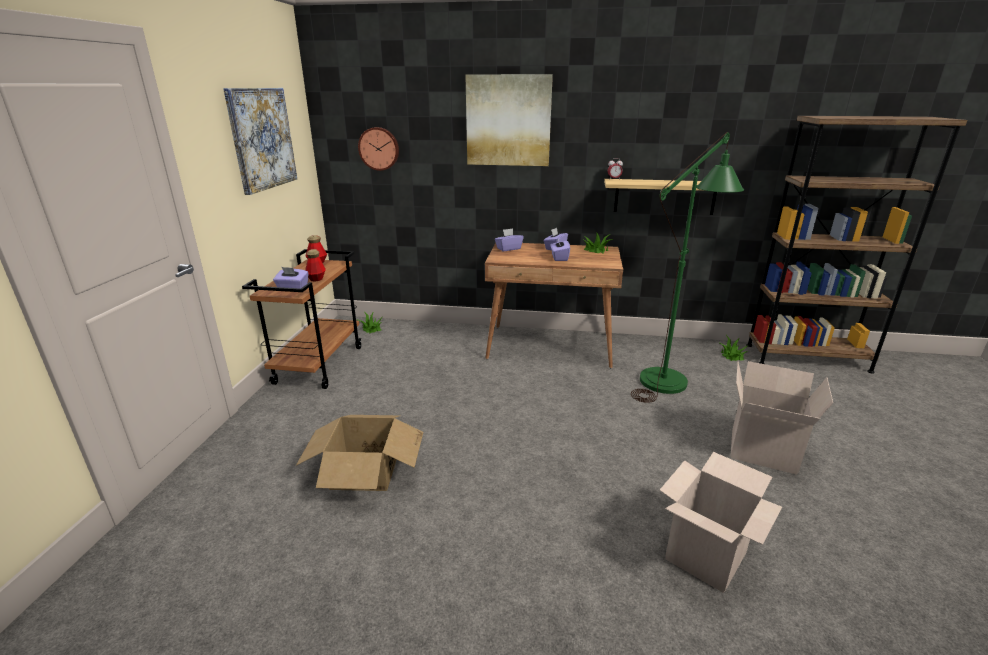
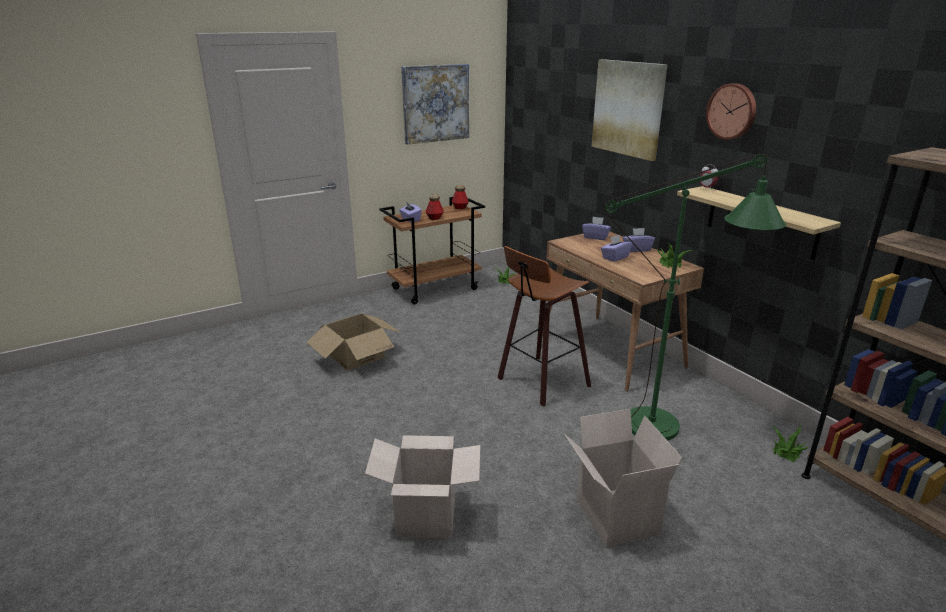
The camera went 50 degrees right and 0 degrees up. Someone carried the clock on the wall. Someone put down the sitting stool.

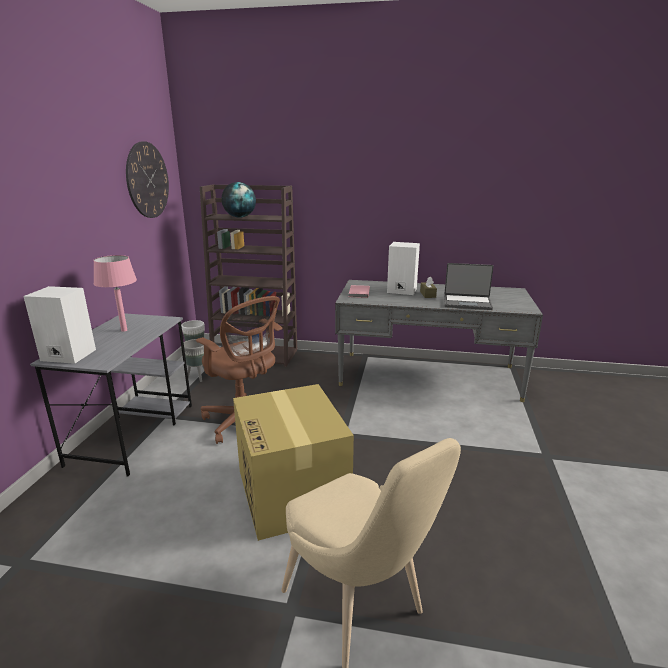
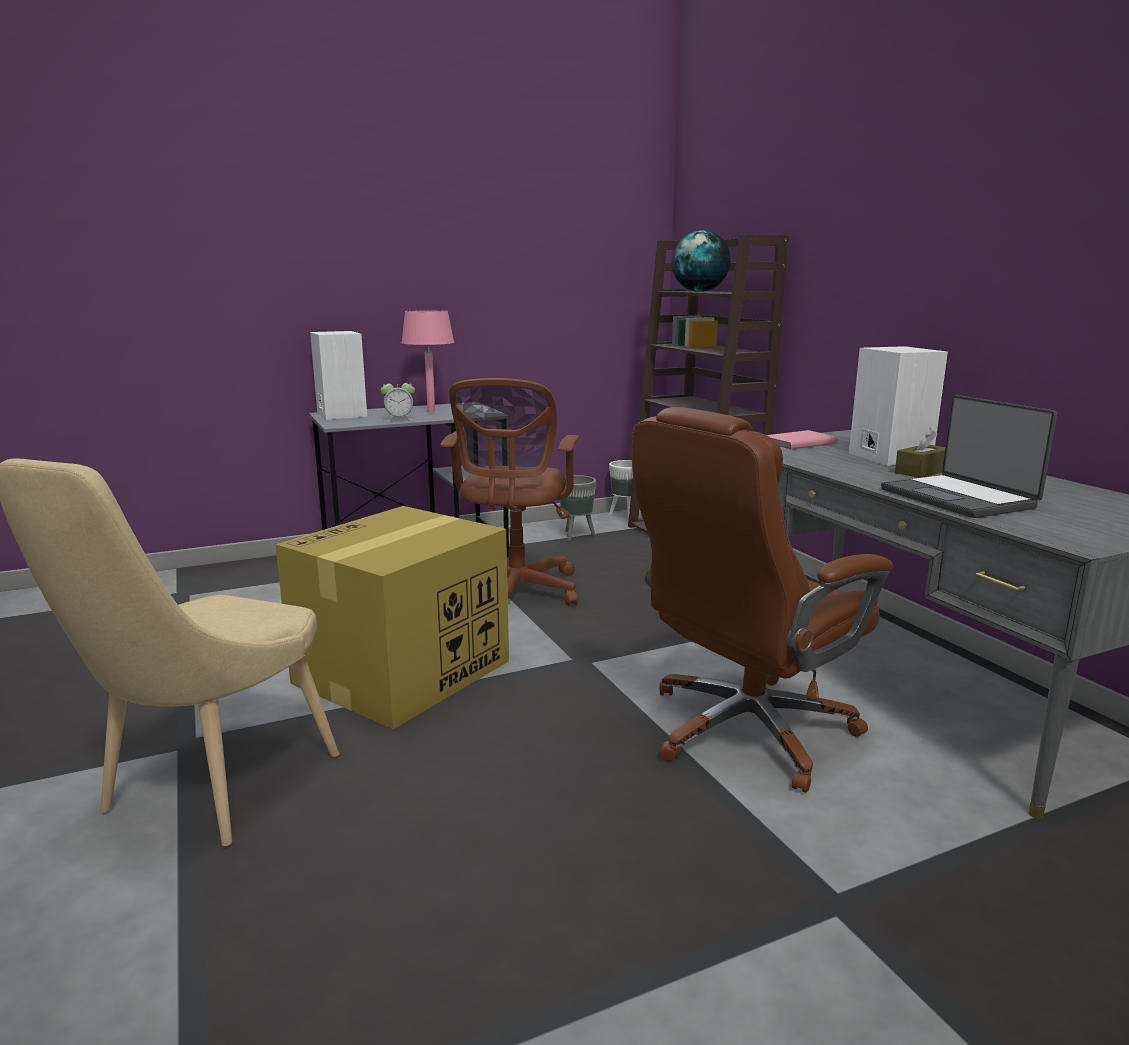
The camera went 55 degrees right and 5 degrees down. Someone took away the clock on the wall. Someone put down the bedside clock. Someone put down the brown computer chair (2nd from left).

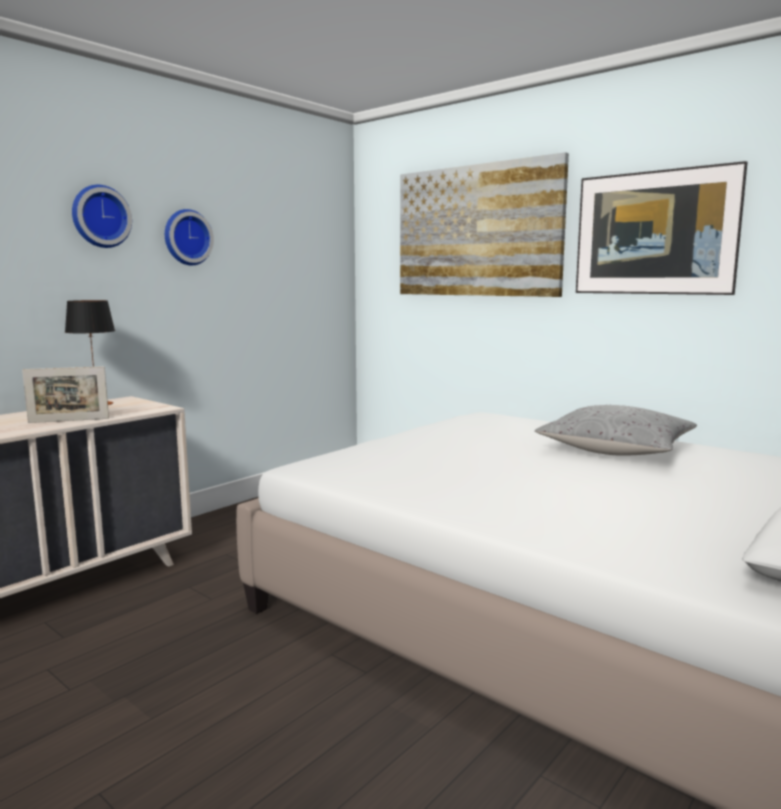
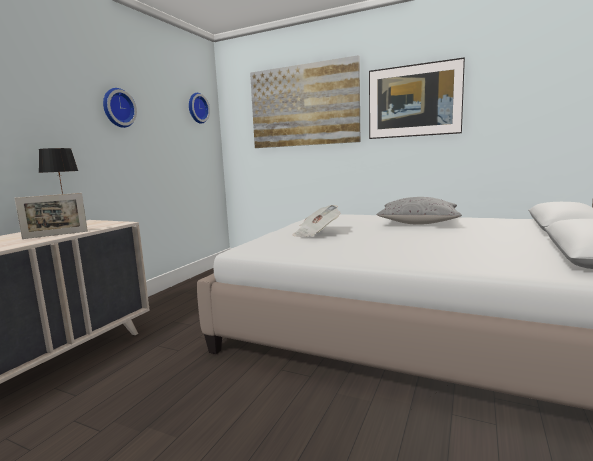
The camera went 15 degrees left and 0 degrees up. Someone carried the clock on the wall (1st from left in the first image). Someone put down the daily paper.

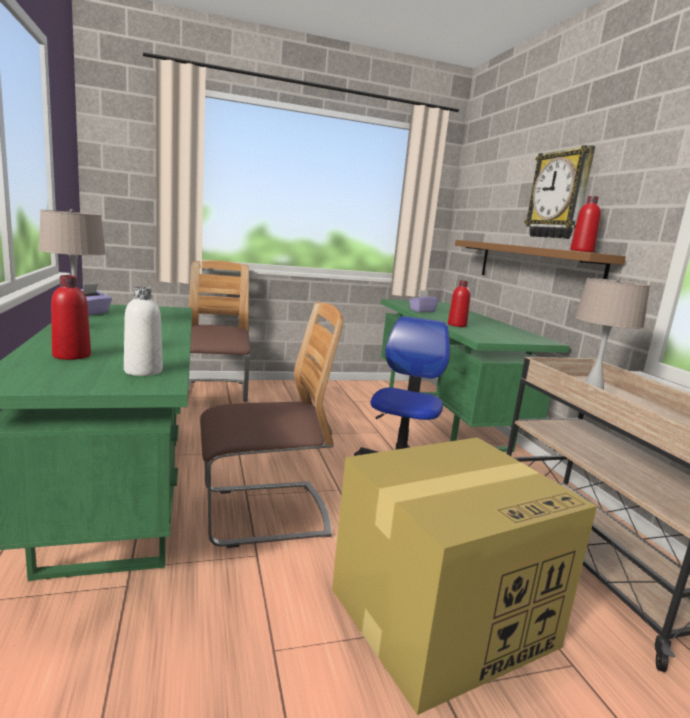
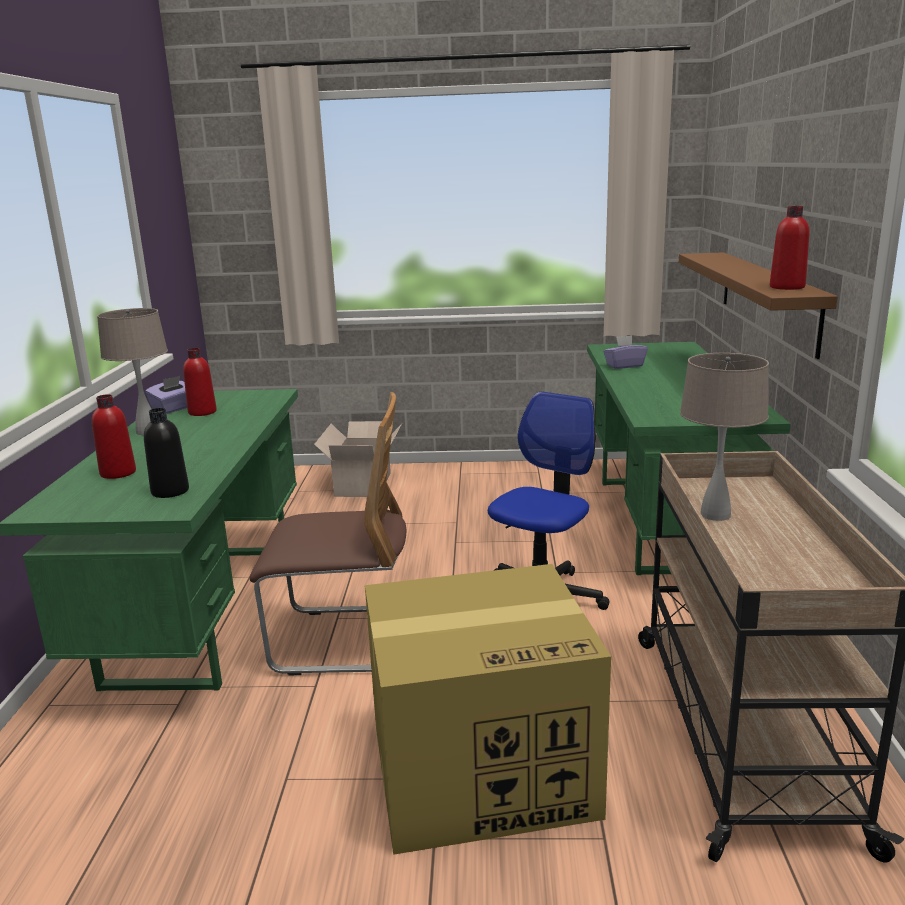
The camera went 20 degrees right and 5 degrees up. Someone took away the clock on the wall. Someone swapped the chair (1st from left) for the cardboard box (1st from left). Someone carried the red-coloured drink bottle (2nd from left). Someone repainted the white-coloured drink bottle, which became the black-coloured drink bottle.

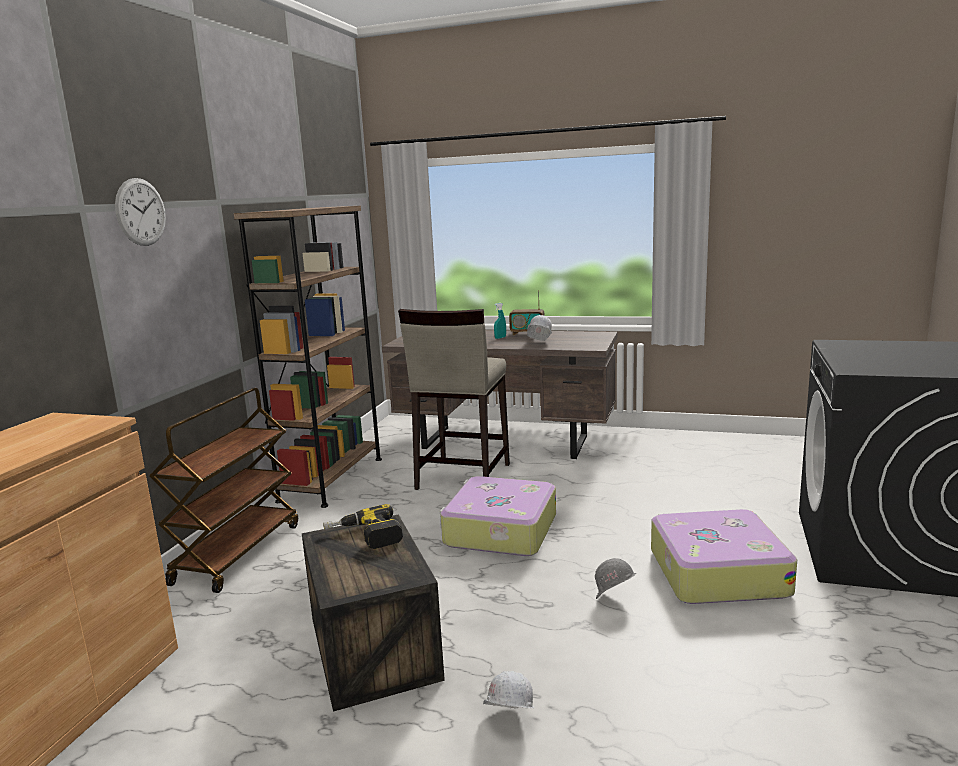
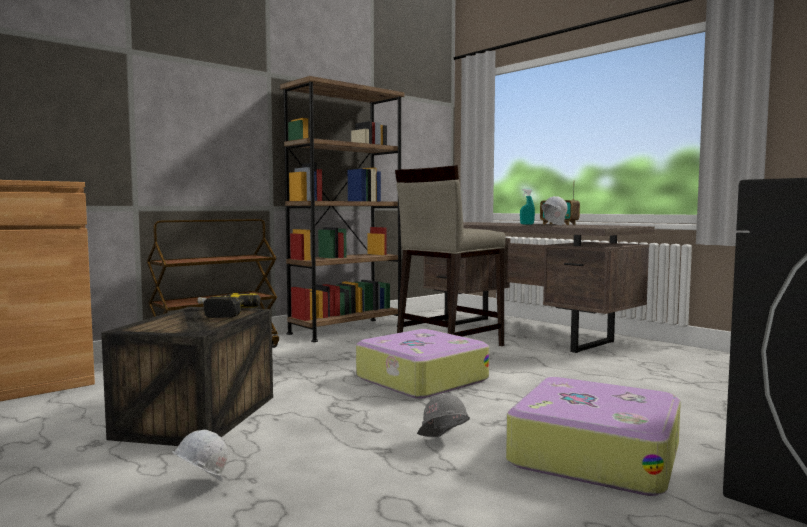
The camera went 30 degrees right and 10 degrees down. Someone took away the clock on the wall.

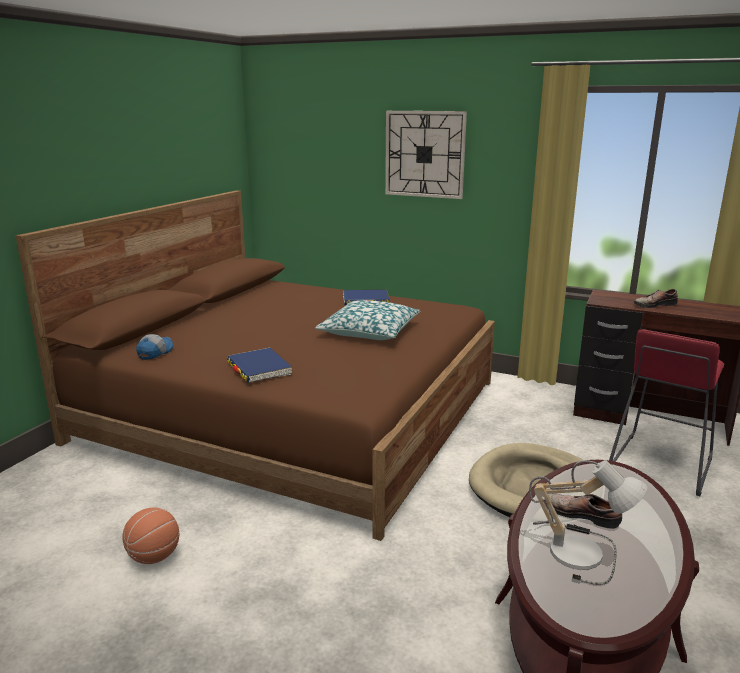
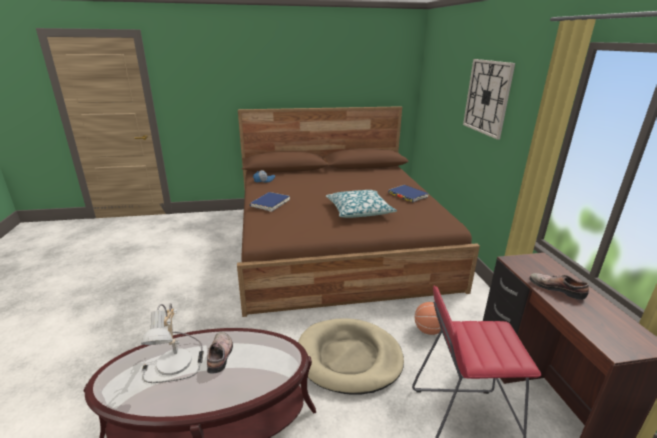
The camera went 55 degrees right and 5 degrees up. Someone carried the ball for basketball.

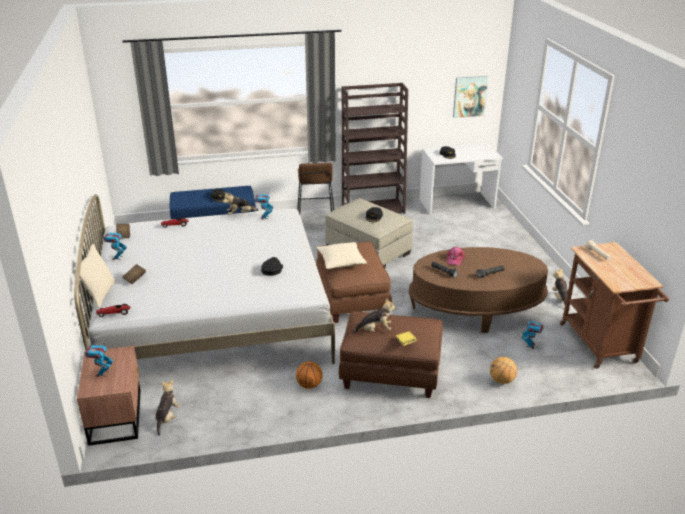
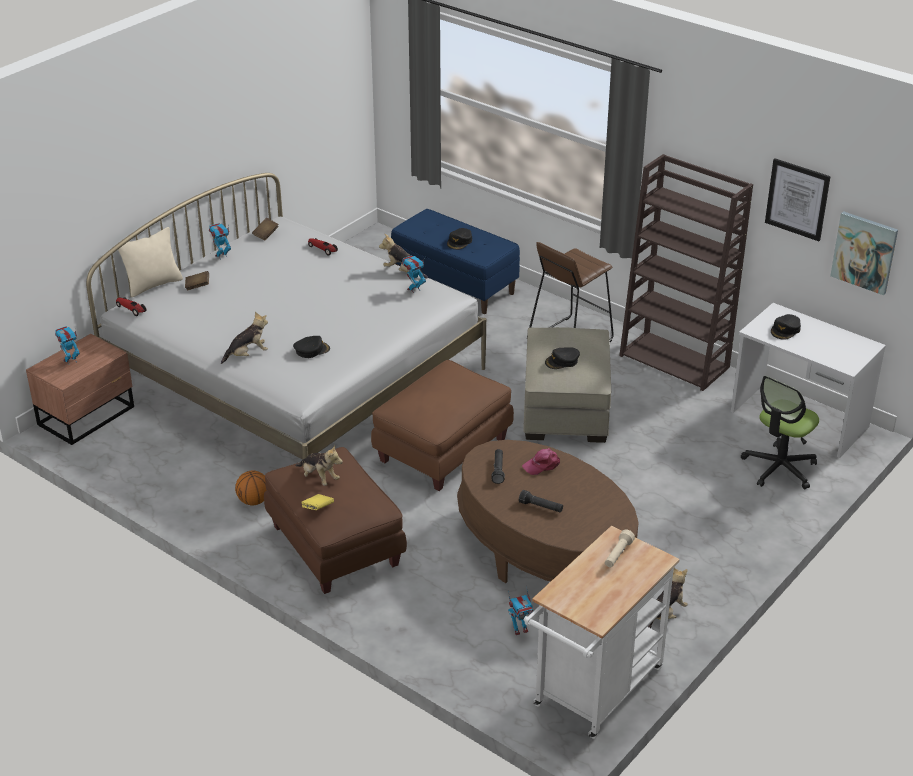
The camera went 50 degrees right and 5 degrees up. Someone took away the sand-coloured throw pillow (2nd from left). Someone repainted the brown trolley, which became the white-coloured trolley. Someone took away the ball for basketball (2nd from left). Someone carried the cuddly toy (1st from left). Someone put up the wall picture (1st from left). Someone put down the computer chair.

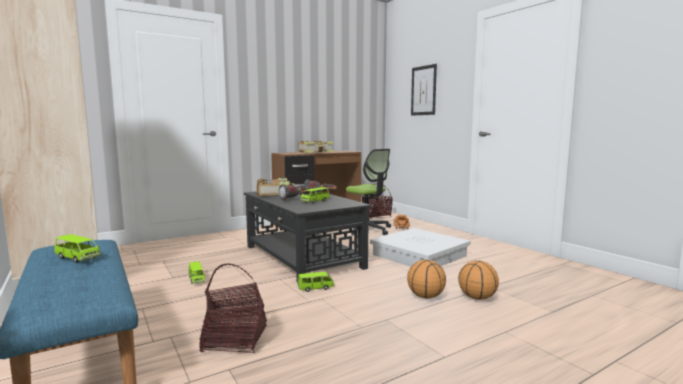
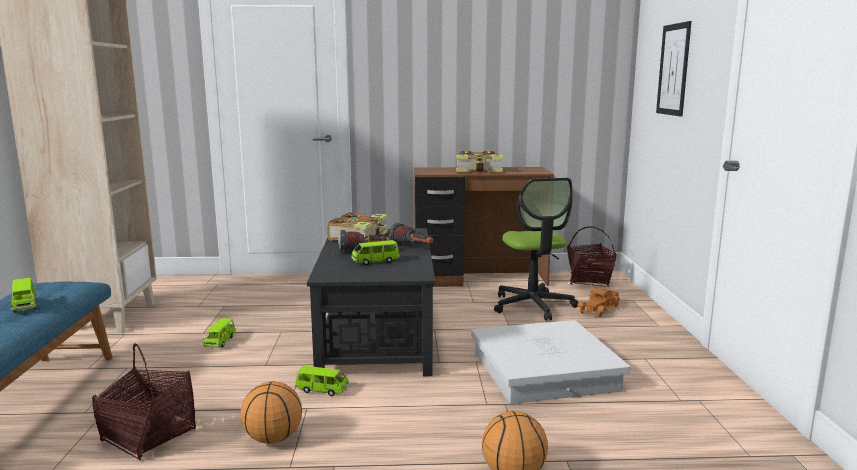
The camera went 30 degrees right and 5 degrees up. Someone carried the ball for basketball (1st from left).

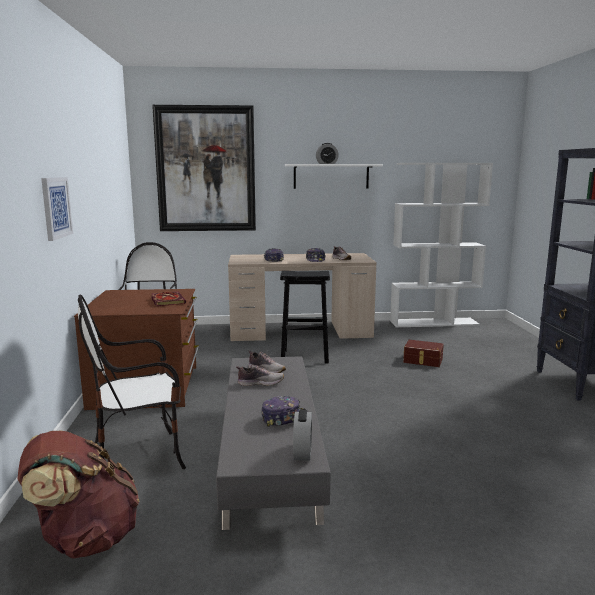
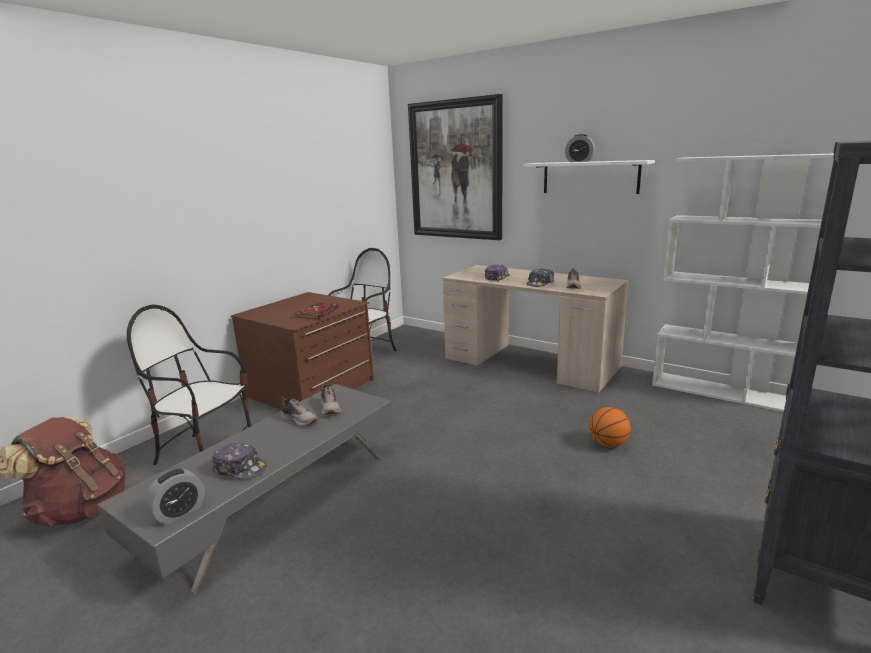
The camera went 40 degrees right and 5 degrees up. Someone took away the wall picture (1st from left). Someone took away the black-coloured sitting stool. Someone swapped the brown storage container for the ball for basketball.

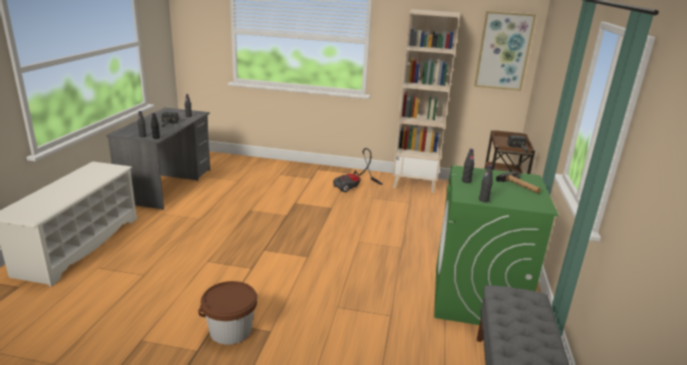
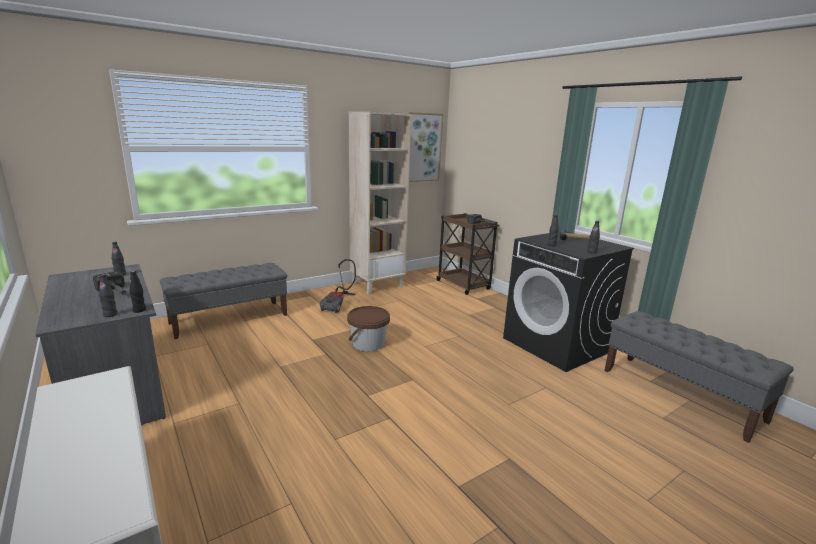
The camera went 45 degrees left and 5 degrees down. Someone repainted the greenish washing machine, which became the black-coloured washing machine. Someone carried the brown pail. Someone put down the grey indoor bench (1st from left).

